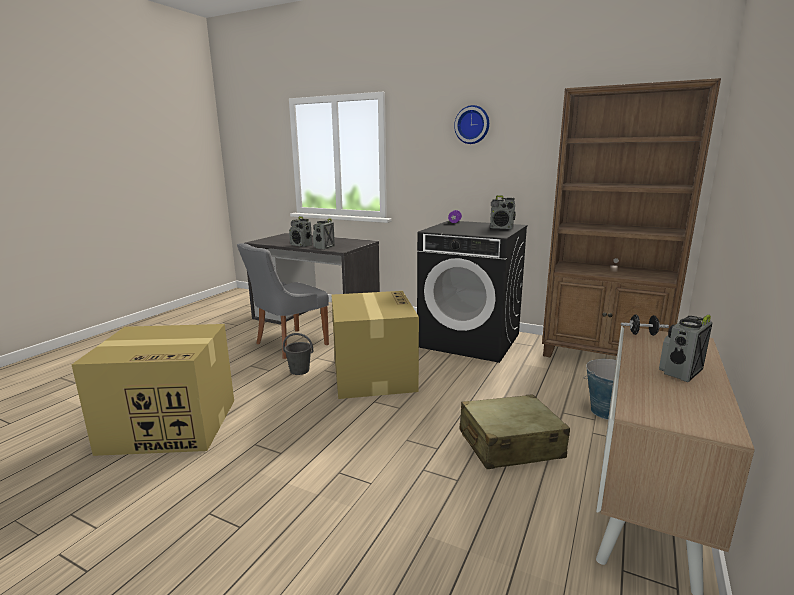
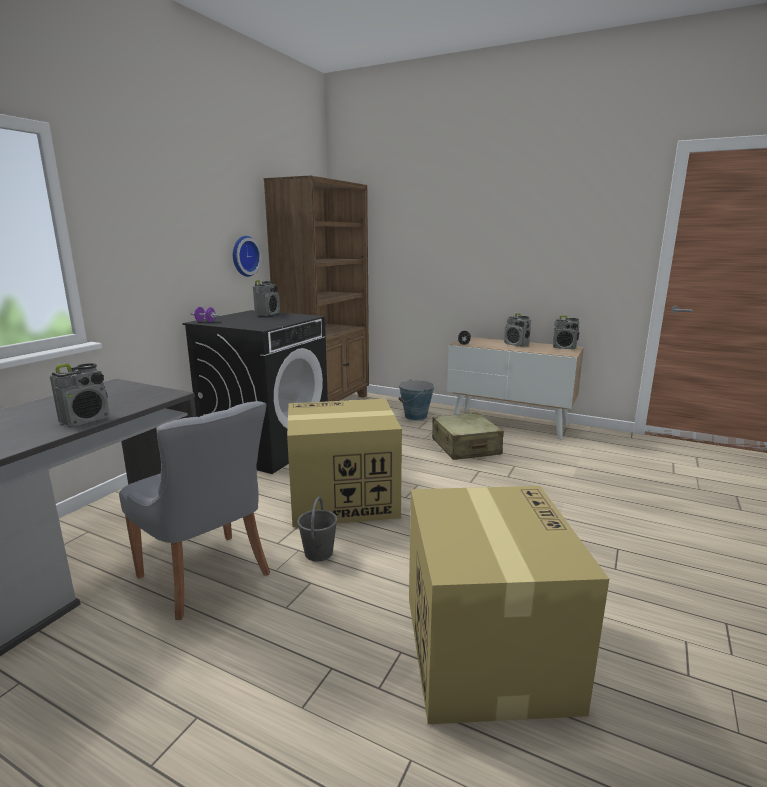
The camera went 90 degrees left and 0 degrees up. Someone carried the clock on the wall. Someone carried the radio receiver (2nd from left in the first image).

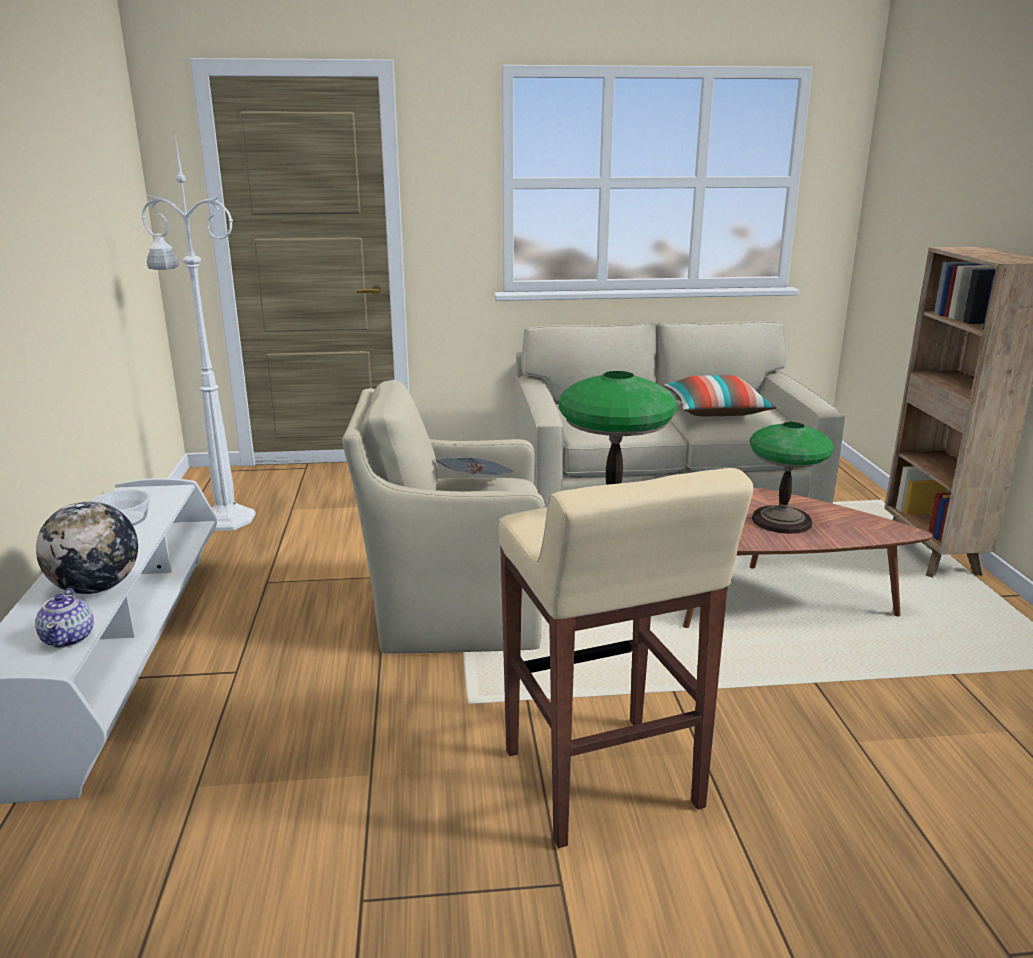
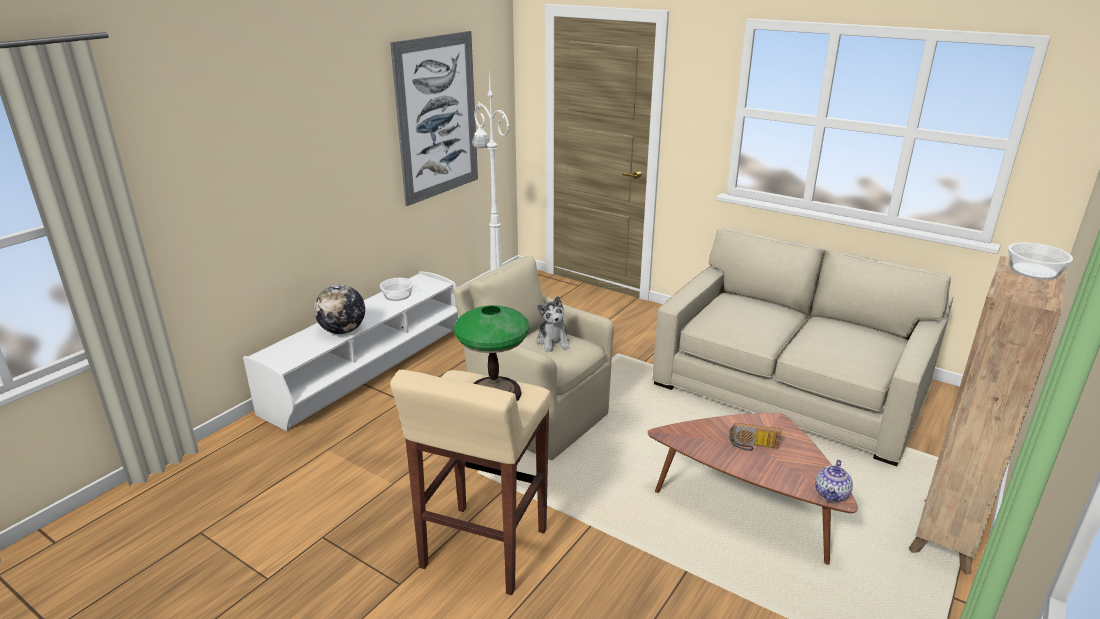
The camera went 40 degrees right and 5 degrees up. Someone took away the throw pillow. Someone swapped the table lamp (2nd from left) for the radio receiver. Someone swapped the daily paper for the cuddly toy. Someone carried the teapot. Someone put up the wall picture. Someone put down the bowl (2nd from left).

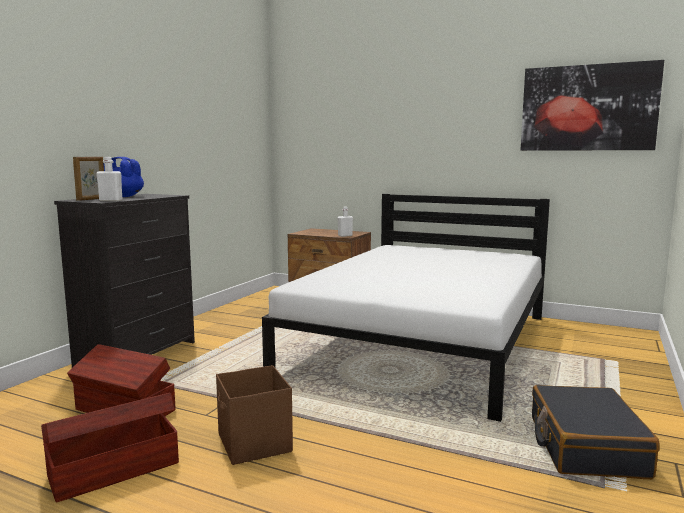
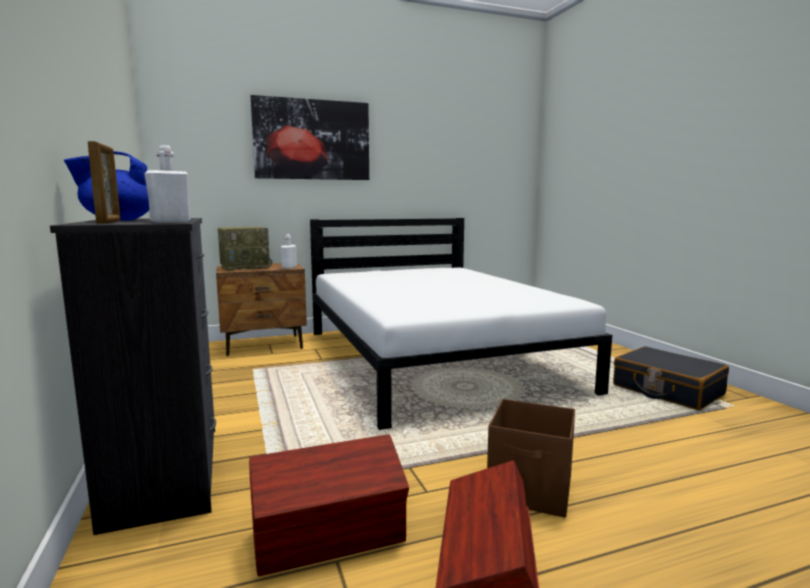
The camera went 45 degrees left and 0 degrees up. Someone carried the wall picture. Someone put down the radio receiver.

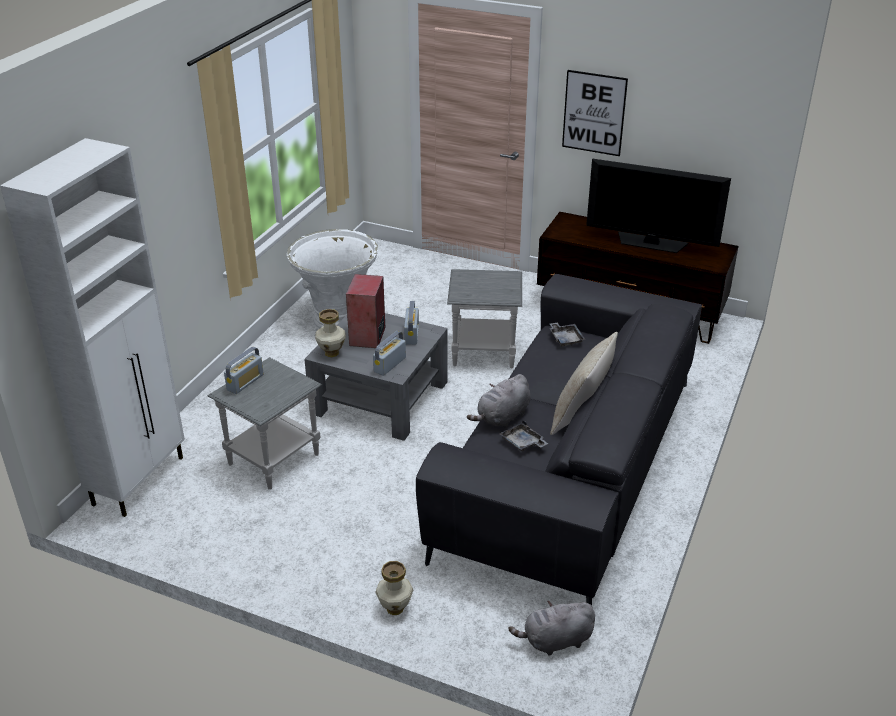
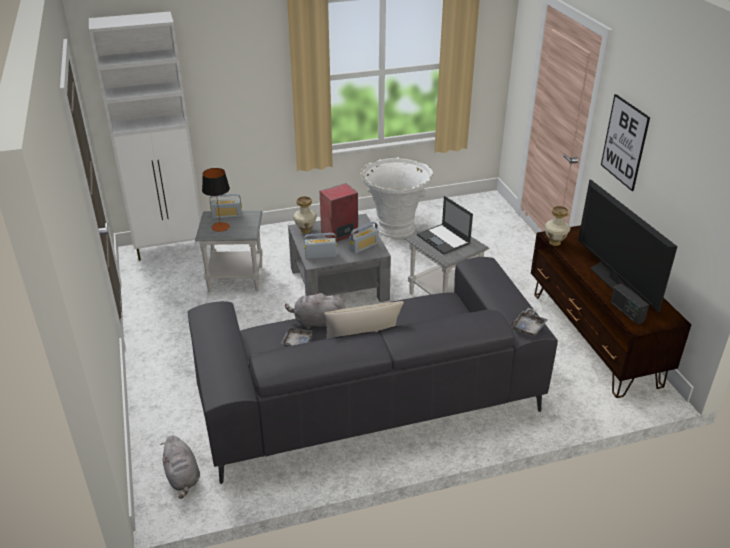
The camera went 50 degrees right and 0 degrees up. Someone carried the grey serving tray (2nd from left). Someone carried the flower vase (2nd from left). Someone rotated the grey cuddly toy (2nd from left in the first image) by 150 degrees counterclockwise. Someone put down the table lamp. Someone put down the laptop. Someone put down the radio receiver (4th from left).

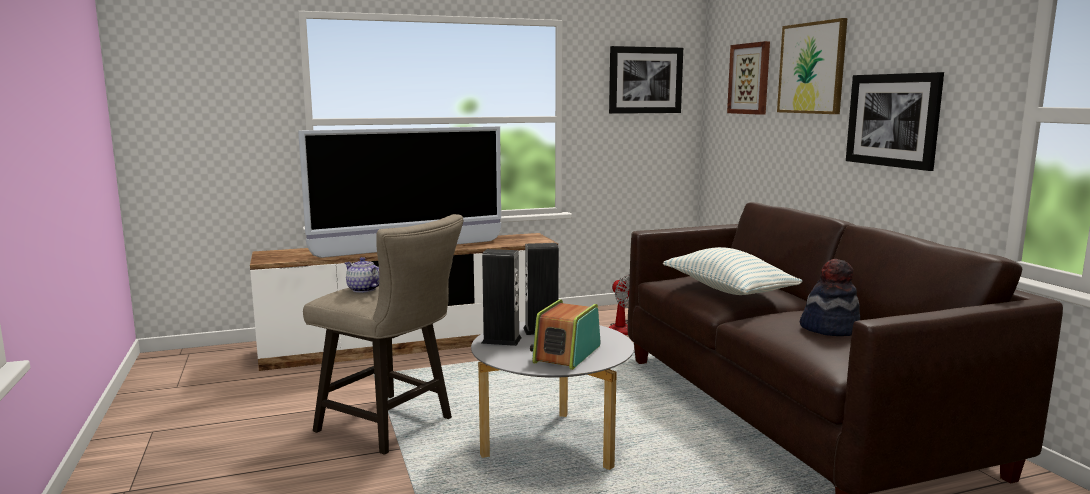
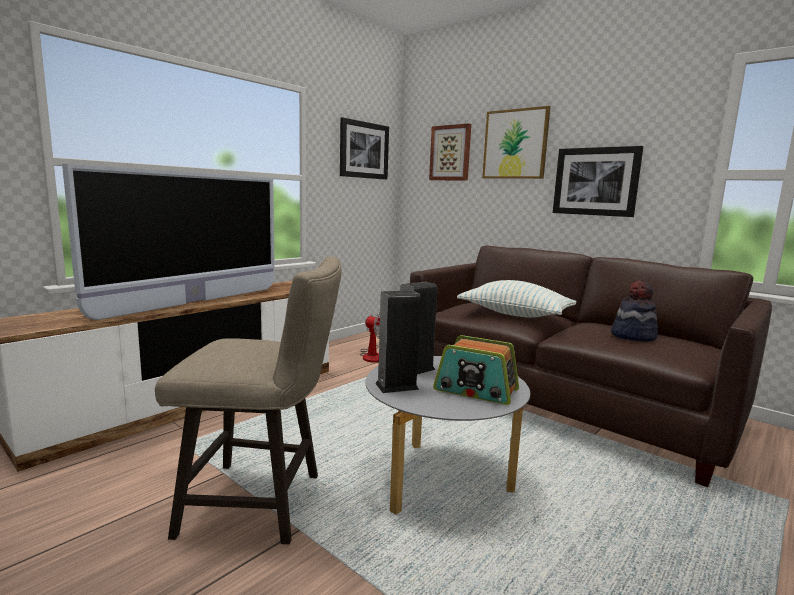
The camera went 30 degrees left and 0 degrees up. Someone took away the teapot. Someone rotated the radio receiver by 60 degrees counterclockwise.

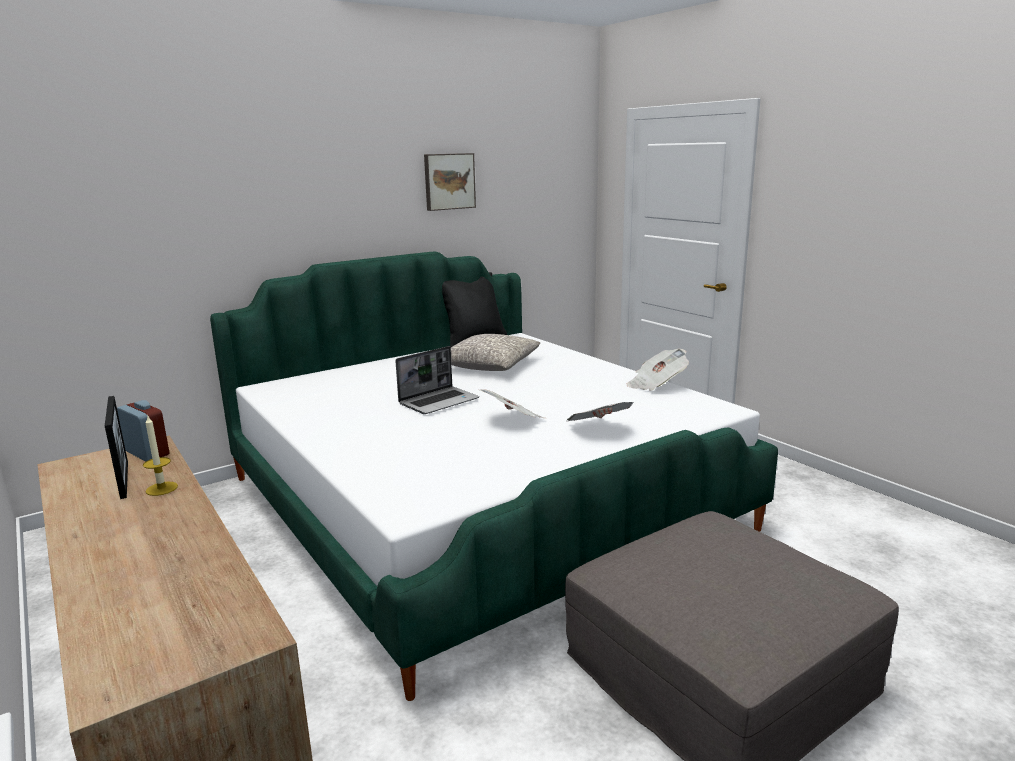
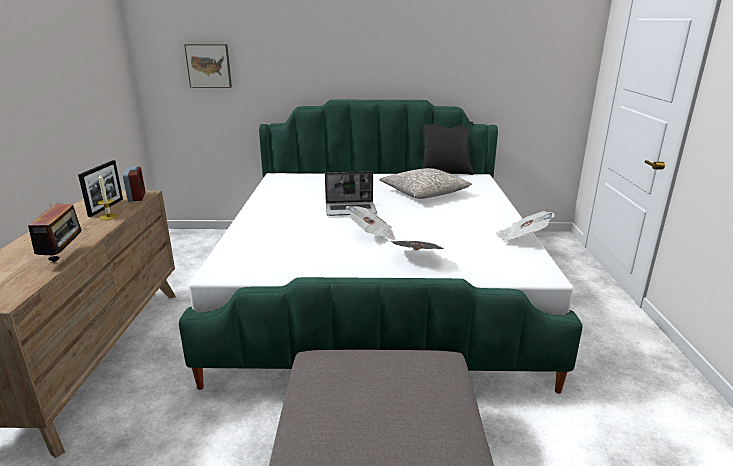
The camera went 35 degrees right and 5 degrees up. Someone carried the wall picture. Someone put down the radio receiver.

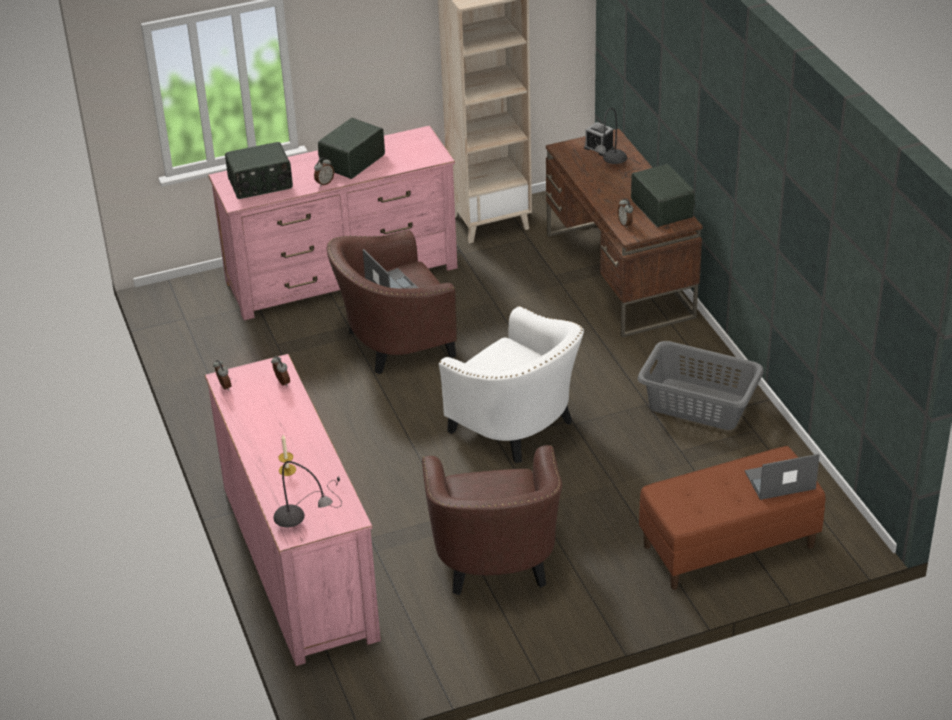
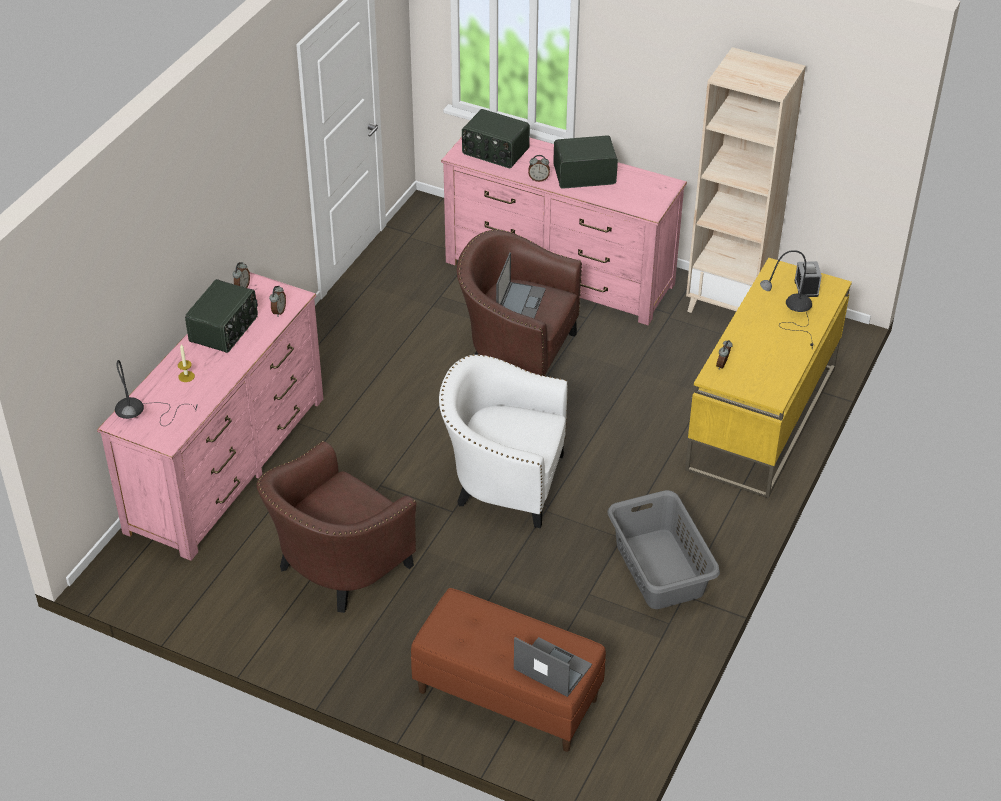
The camera went 45 degrees right and 5 degrees up. Someone repainted the brown desk unit, which became the yellow desk unit. Someone carried the radio receiver (3rd from left in the first image). Someone rotated the white-coloured lounge chair by 105 degrees clockwise.

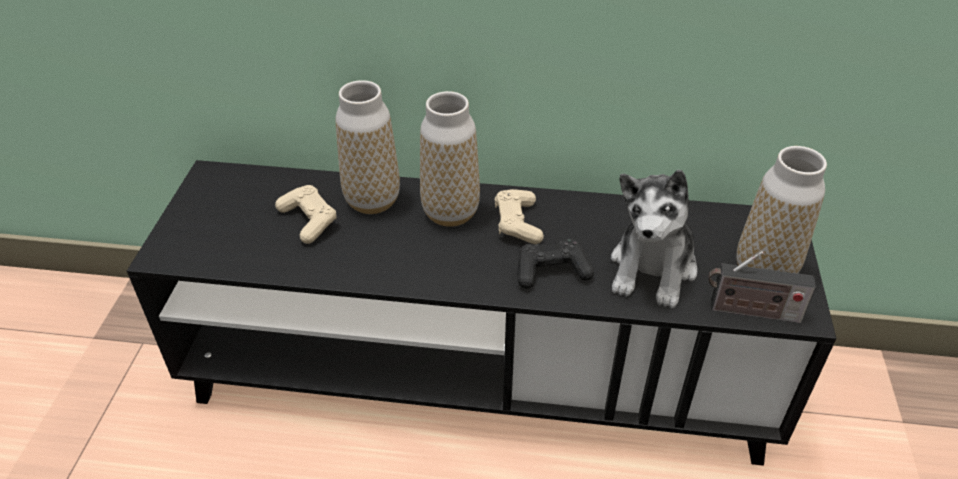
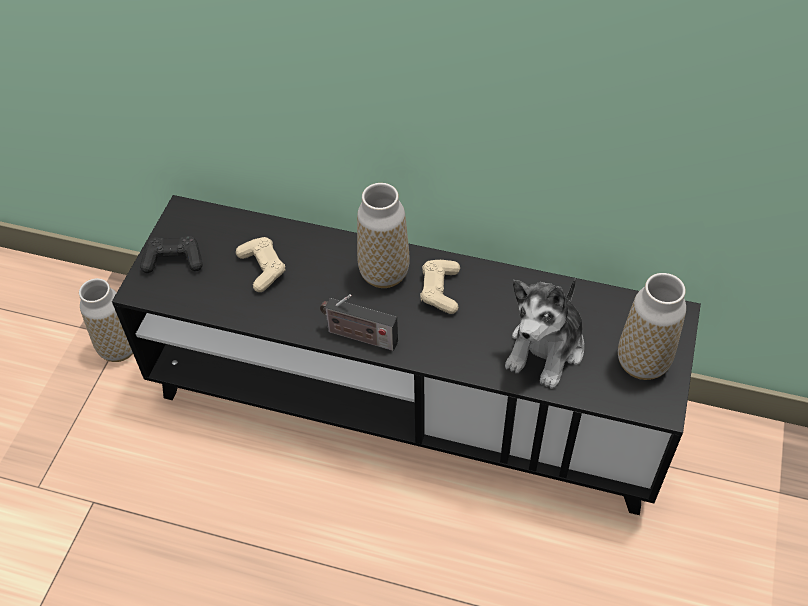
The camera went 10 degrees right and 10 degrees up. Someone carried the flower vase (1st from left). Someone carried the black-coloured game controller. Someone carried the radio receiver.

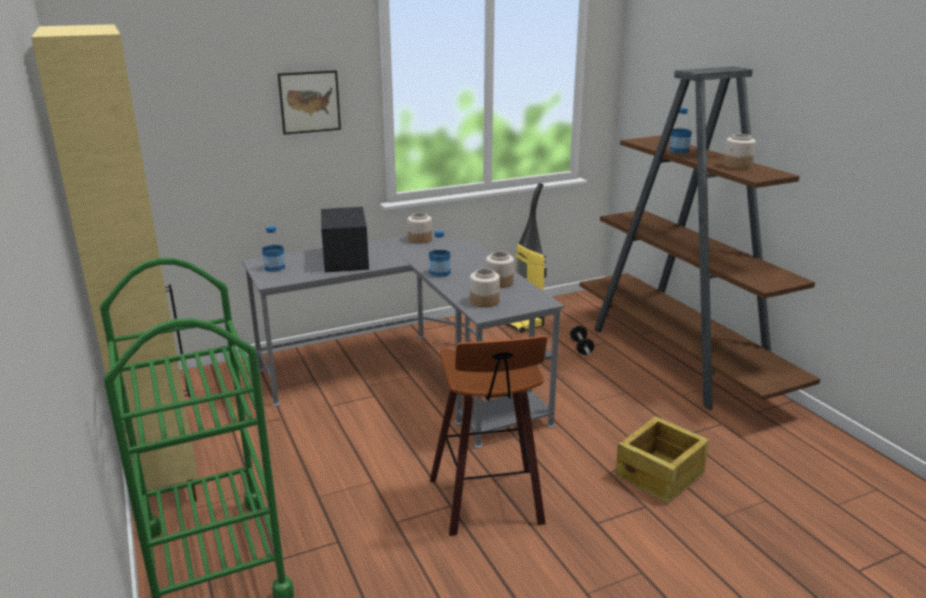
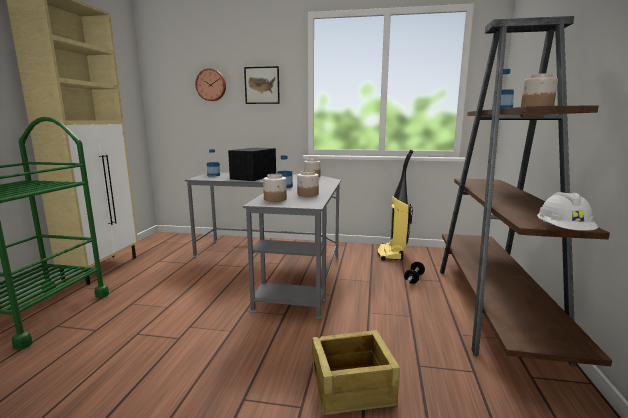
The camera went 35 degrees right and 10 degrees down. Someone took away the sitting stool. Someone put up the clock on the wall. Someone put down the white-coloured work helmet.

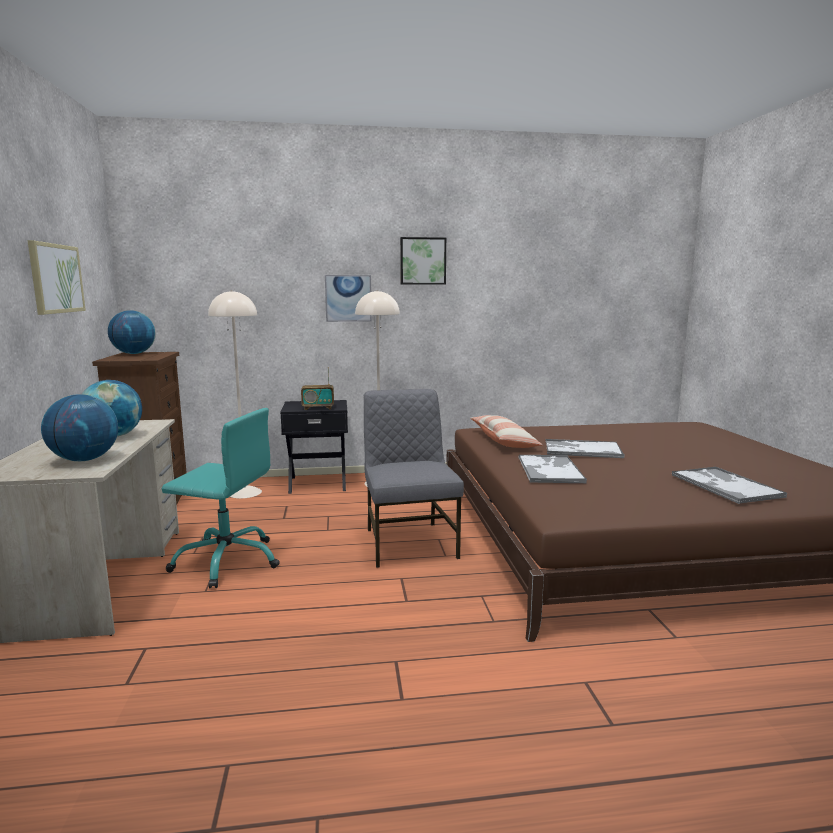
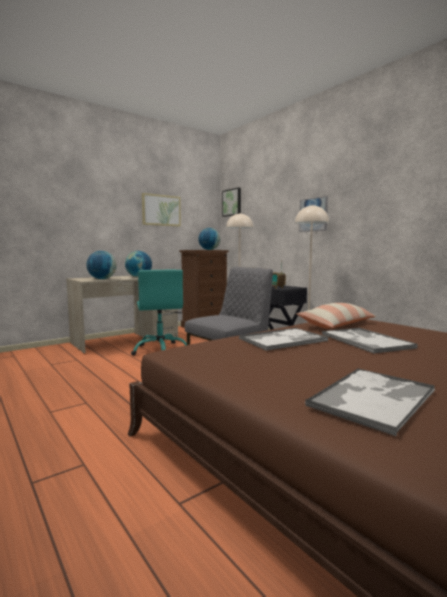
The camera went 60 degrees right and 5 degrees down. Someone carried the wall picture (3rd from left in the first image).

